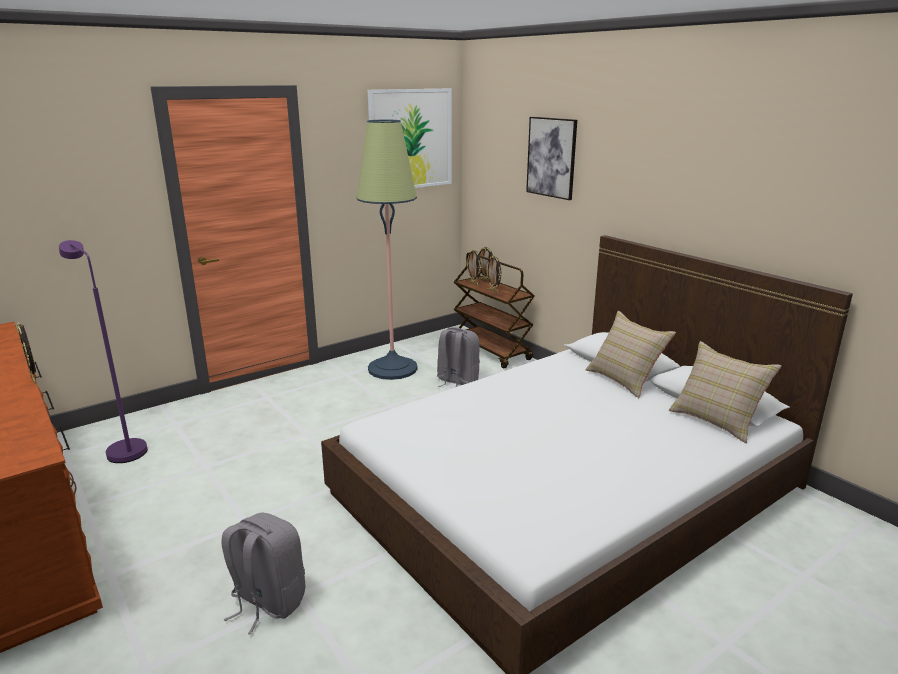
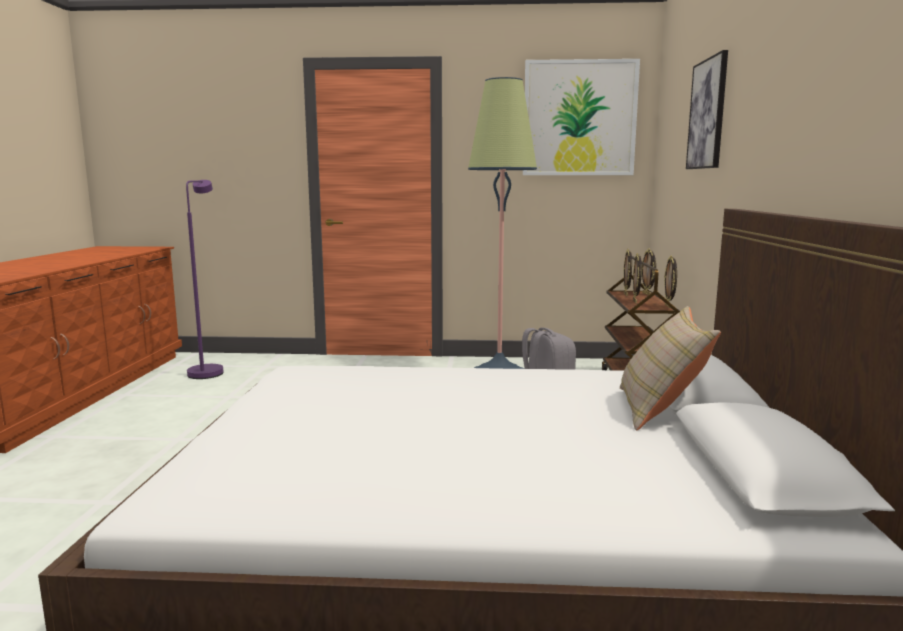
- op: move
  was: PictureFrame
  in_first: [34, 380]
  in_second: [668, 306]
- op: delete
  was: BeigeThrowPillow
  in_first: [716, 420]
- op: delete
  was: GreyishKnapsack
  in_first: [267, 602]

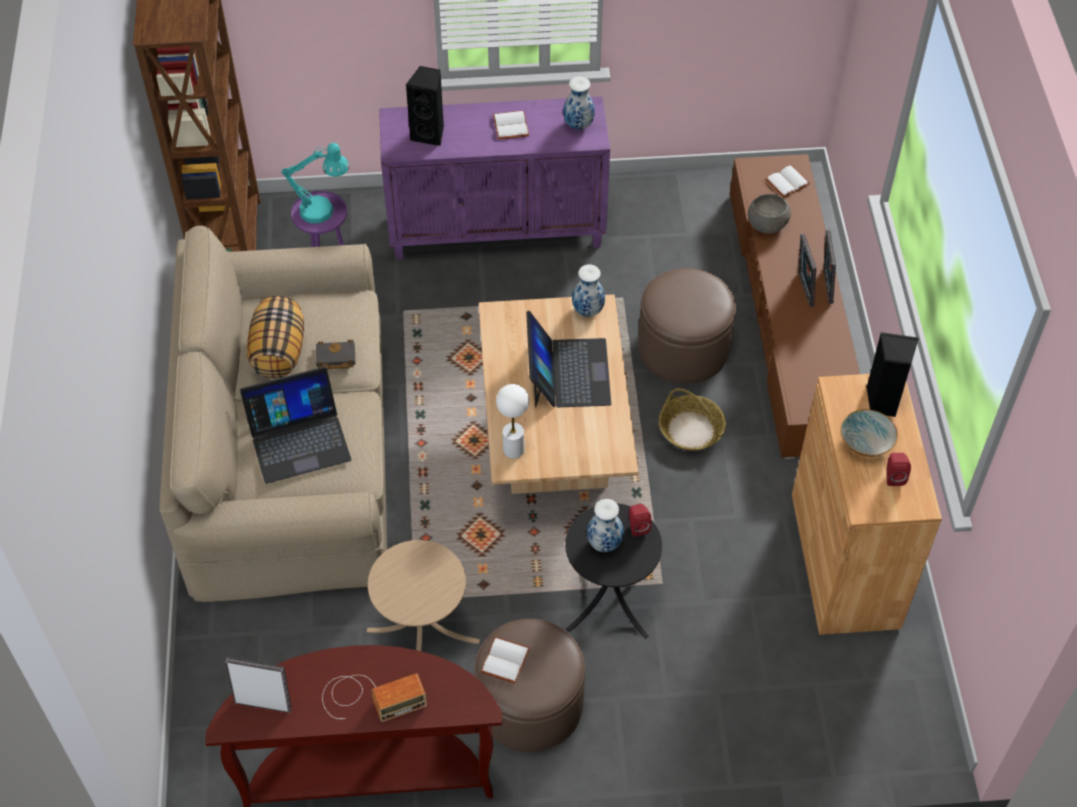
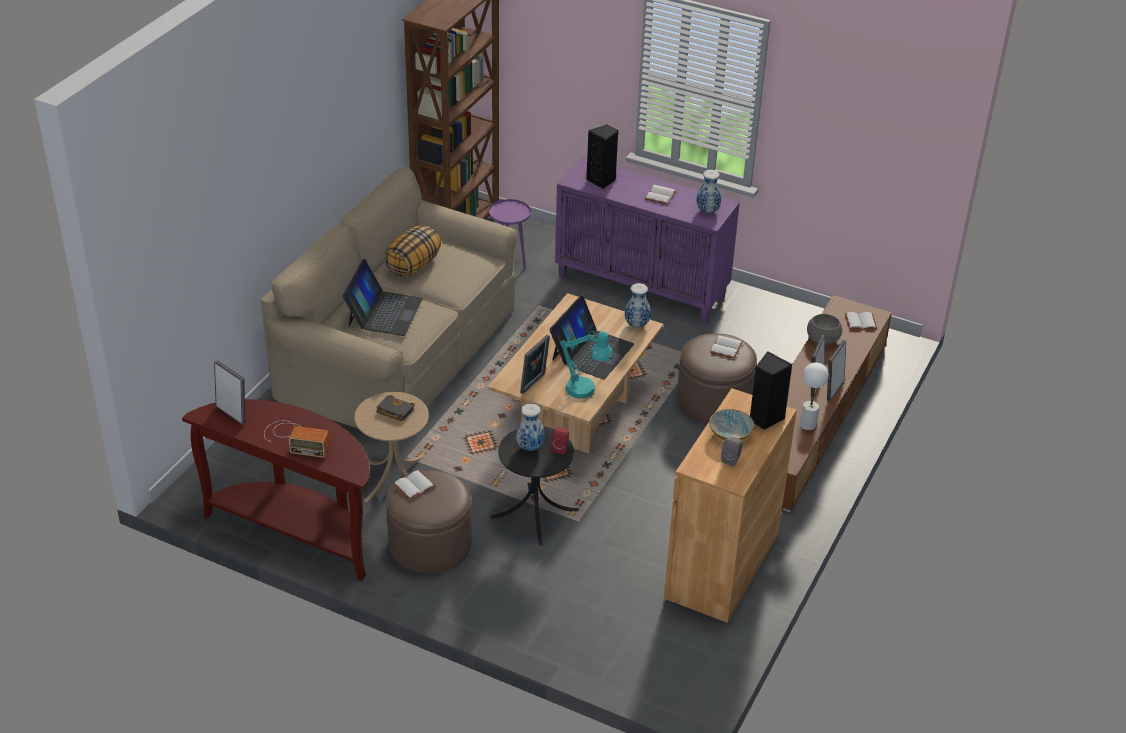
- op: move
  was: TurquoiseColouredTabletopLamp
  in_first: [324, 211]
  in_second: [586, 391]
- op: move
  was: BlackBook
  in_first: [334, 358]
  in_second: [394, 411]
- op: rotate
  was: PortableComputer
  in_first: [298, 439]
  in_second: [384, 312]
  clockwise: -90
- op: move
  was: WhiteColouredTabletopLamp
  in_first: [513, 450]
  in_second: [807, 425]
- op: delete
  was: Basket
  in_first: [691, 430]
- op: recolor
  was: RedColouredAudioSpeaker
  now: GreyishAudioSpeaker
  in_first: [894, 476]
  in_second: [732, 459]
- op: insert
  now: PictureFrame
  in_second: [534, 384]
- op: insert
  now: WhiteColouredBook
  in_second: [727, 348]

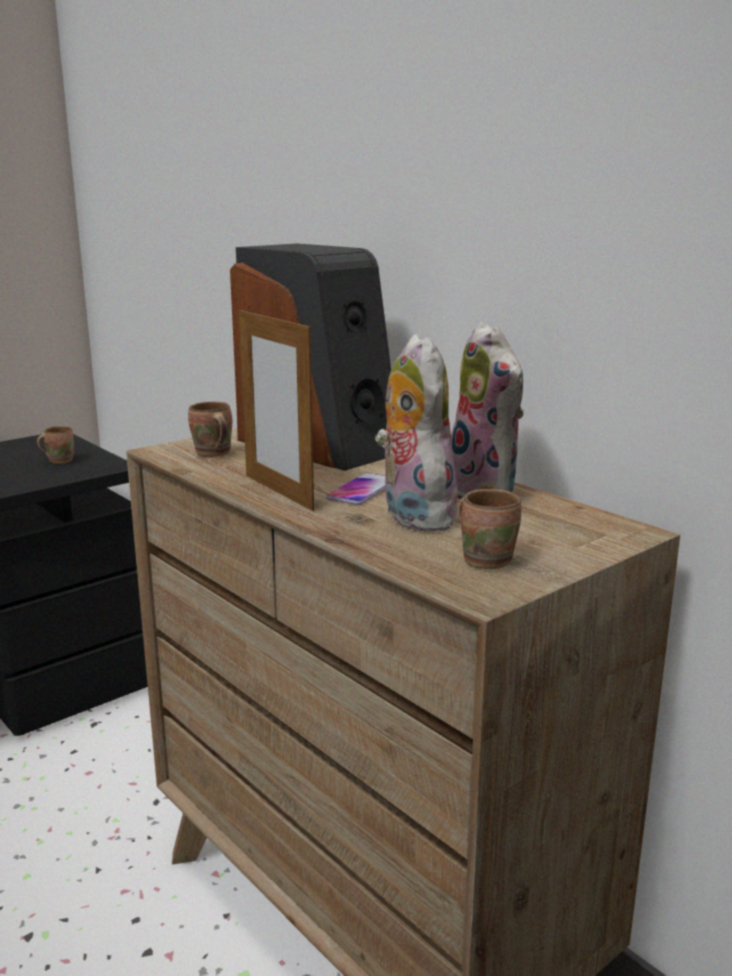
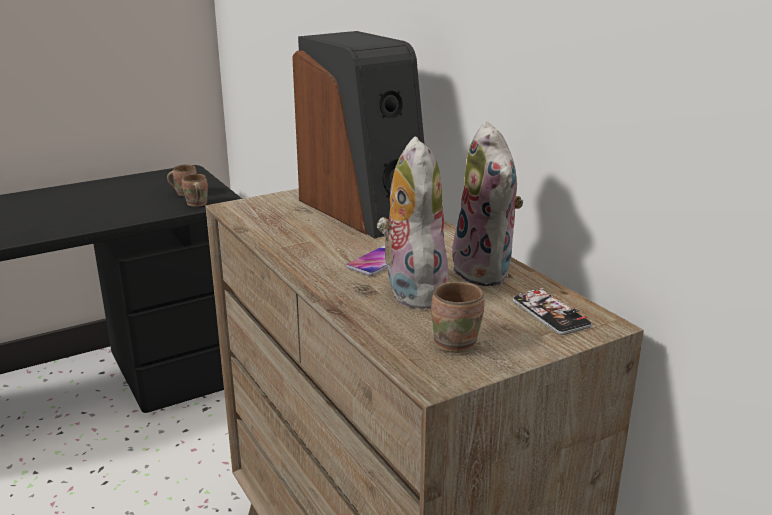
- op: delete
  was: PictureFrame
  in_first: [278, 492]
- op: move
  was: BrownColouredMug
  in_first: [212, 454]
  in_second: [196, 204]
- op: insert
  now: Phone
  in_second: [550, 313]

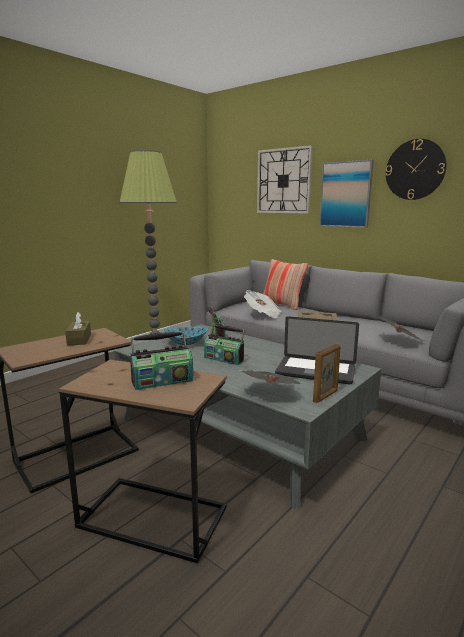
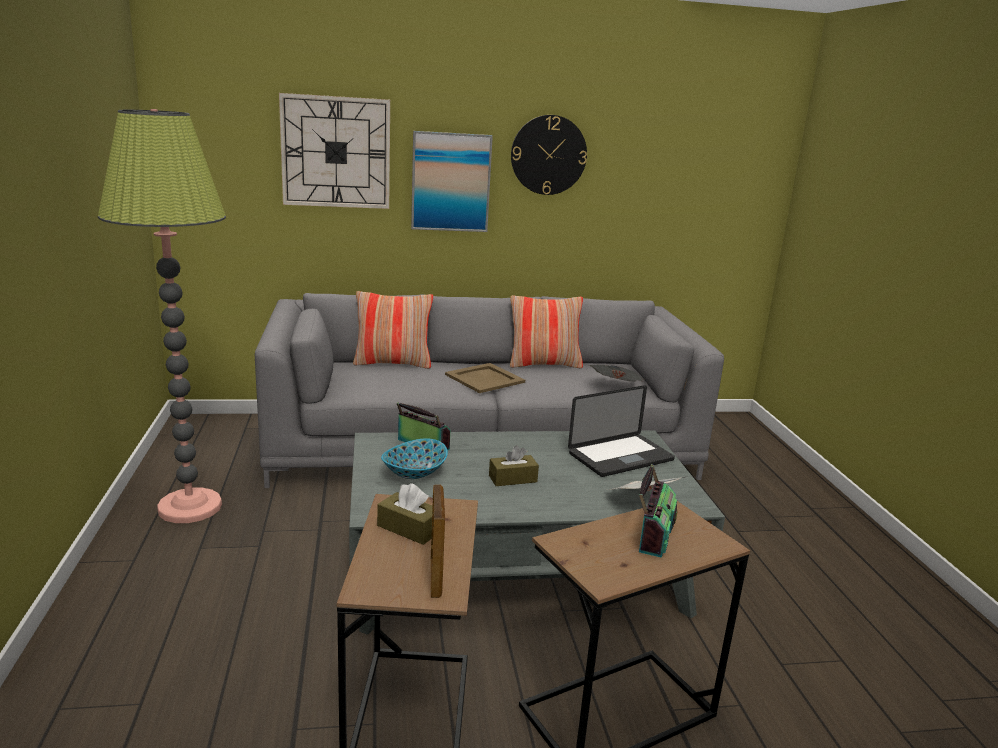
- op: delete
  was: Newspaper
  in_first: [262, 314]
- op: replace
  was: Radio
  now: BrownColouredTissueBox
  in_first: [224, 359]
  in_second: [512, 479]
- op: move
  was: PictureFrame
  in_first: [325, 396]
  in_second: [436, 577]
- op: insert
  now: ThrowPillow
  in_second: [544, 364]

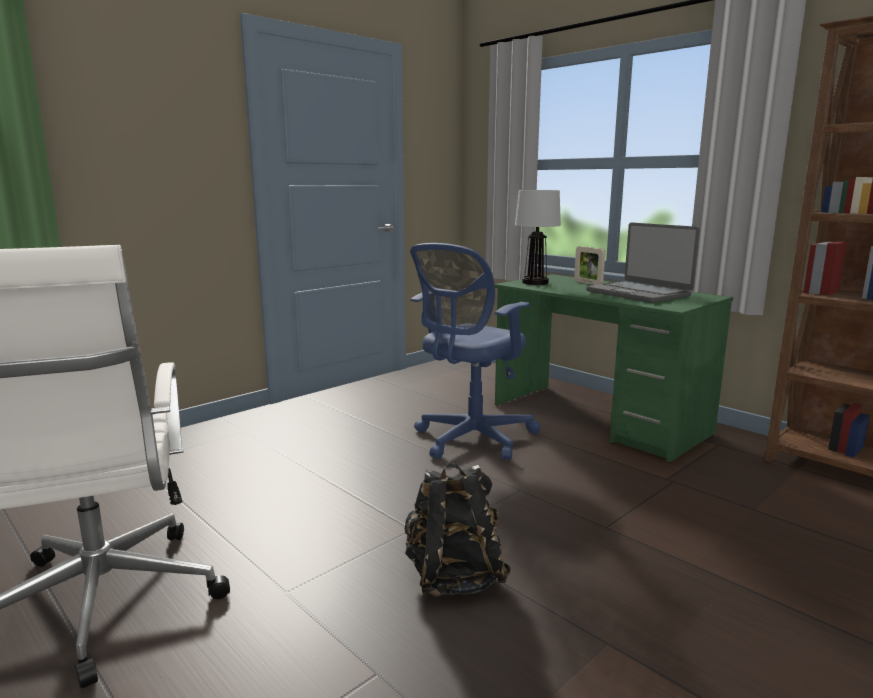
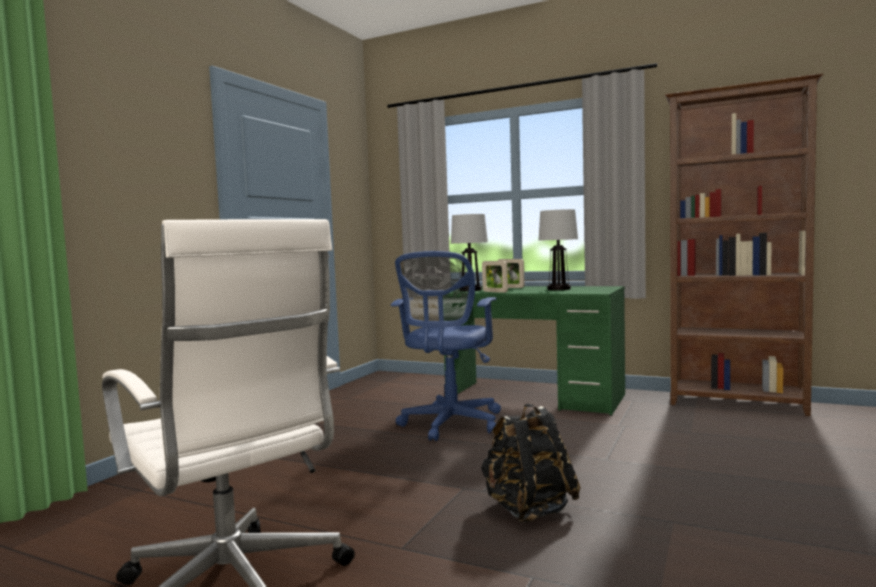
- op: replace
  was: PortableComputer
  now: TabletopLamp
  in_first: [638, 293]
  in_second: [559, 289]
- op: insert
  now: PictureFrame
  in_second: [495, 292]

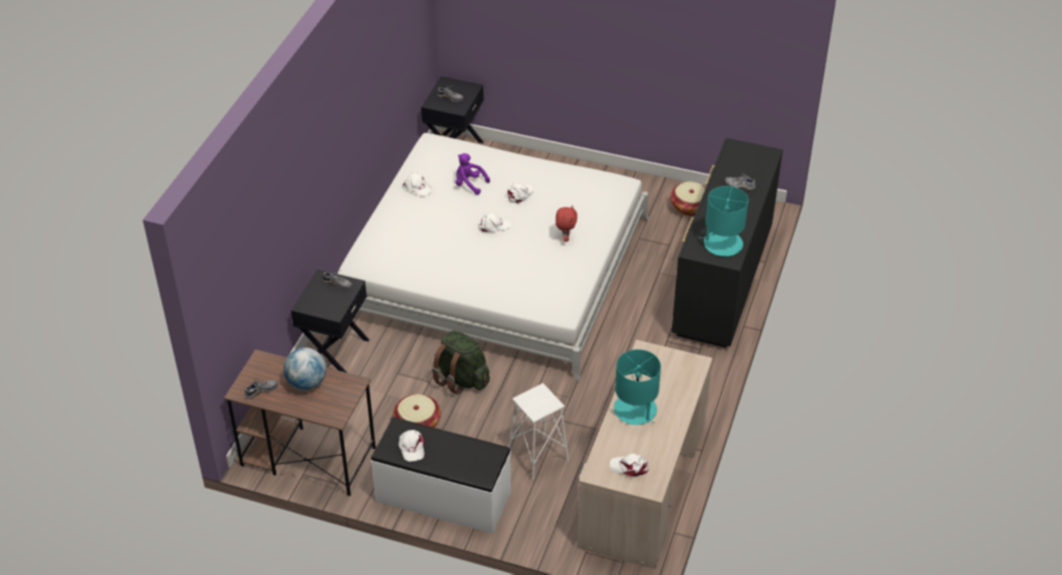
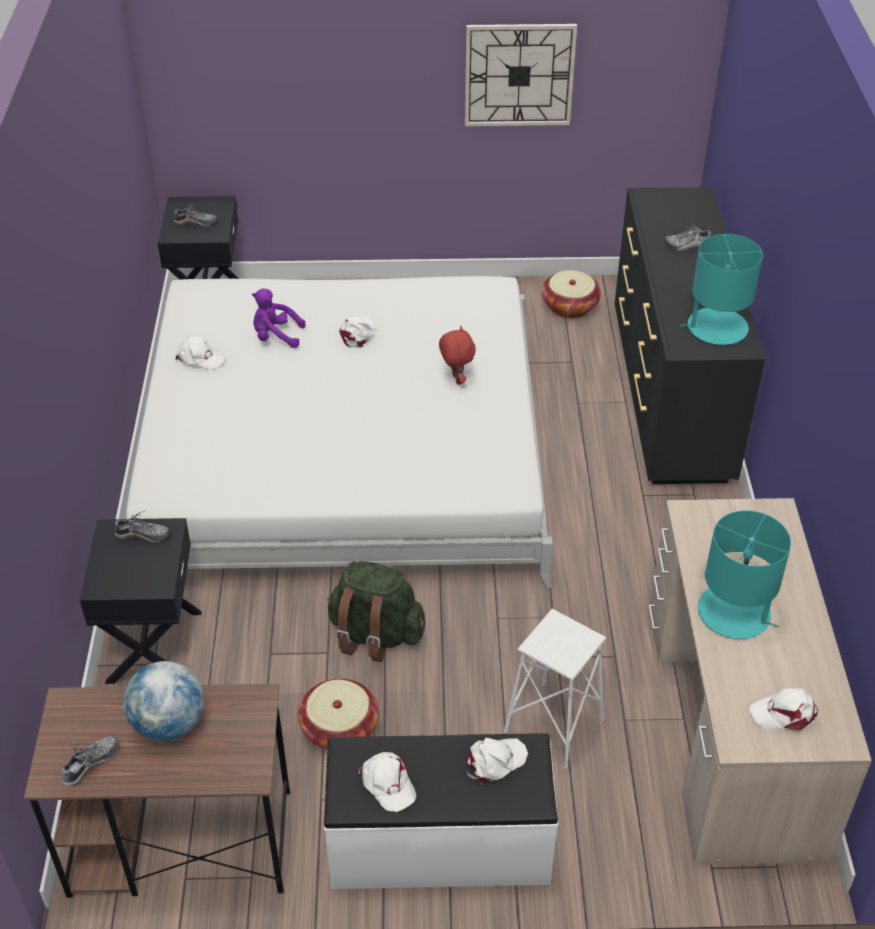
- op: move
  was: WhiteColouredCap
  in_first: [494, 226]
  in_second: [494, 761]
- op: insert
  now: WallClock
  in_second: [519, 75]

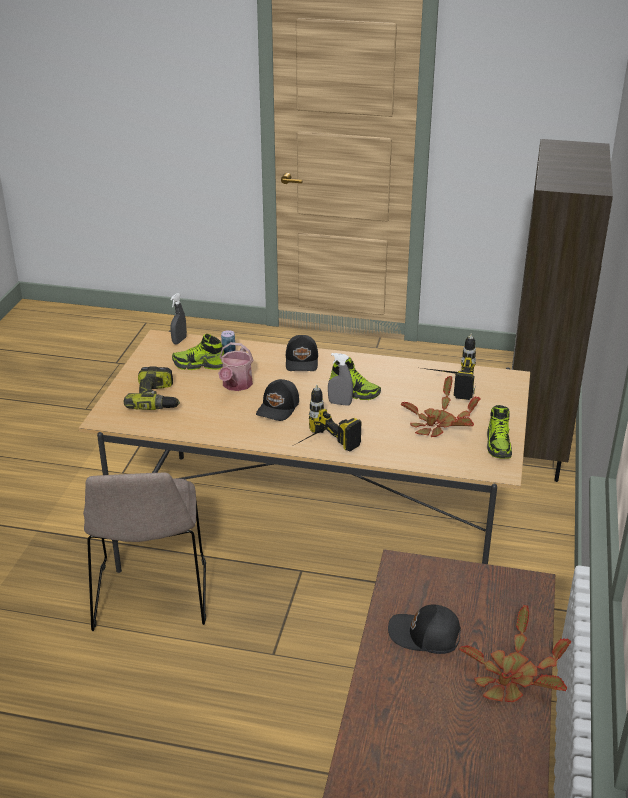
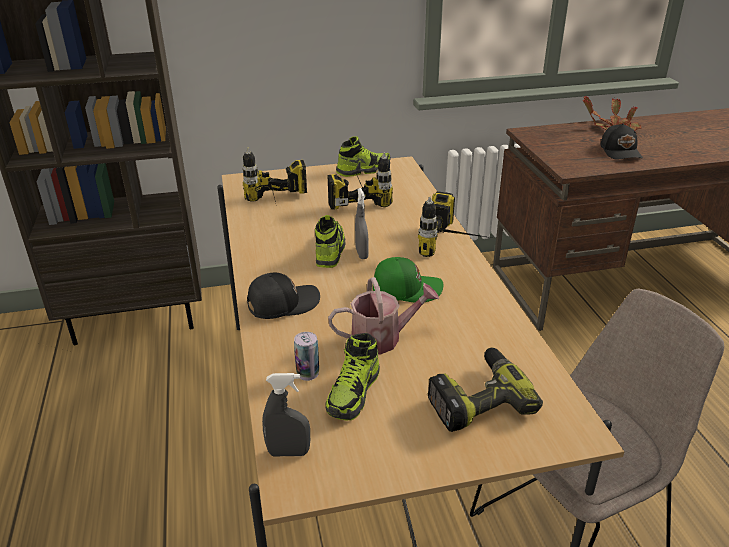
- op: rotate
  was: ItemOfFootwear
  in_first: [200, 365]
  in_second: [354, 393]
  clockwise: 45
- op: replace
  was: PottedPlant
  now: Drill
  in_first: [437, 425]
  in_second: [357, 197]
- op: recolor
  was: BlackCap
  now: GreenCap
  in_first: [279, 408]
  in_second: [406, 289]

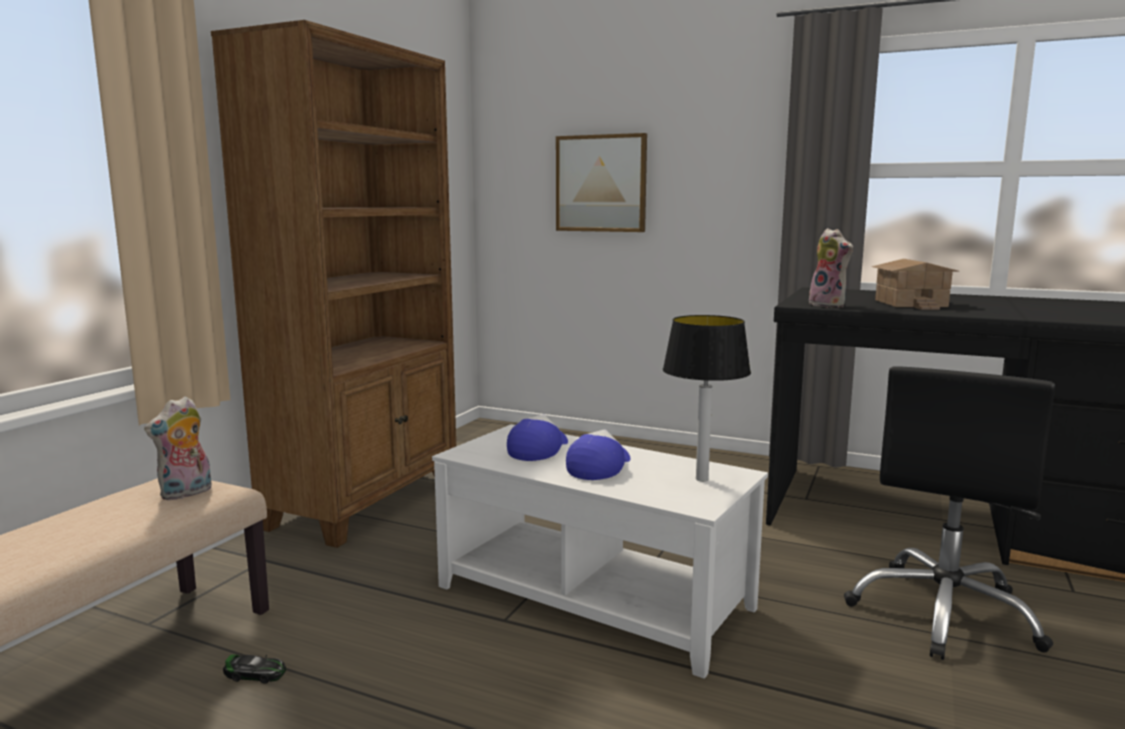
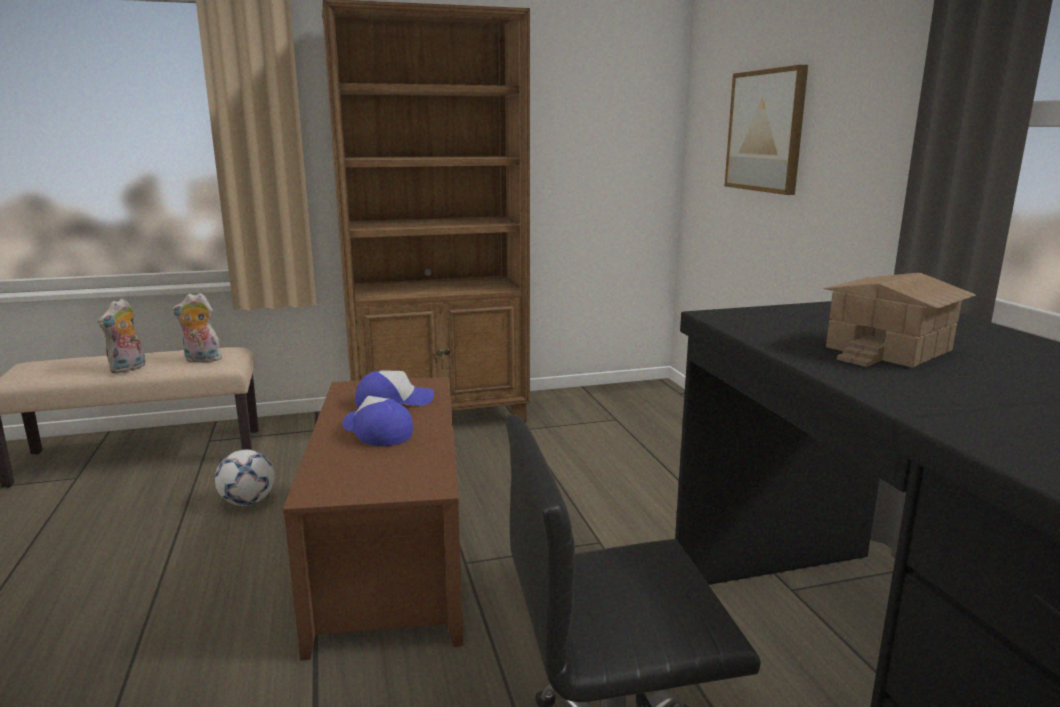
- op: move
  was: CuddlyToy
  in_first: [829, 305]
  in_second: [128, 369]
- op: delete
  was: TabletopLamp
  in_first: [701, 478]
- op: recolor
  was: WhiteColouredLoungeTable
  now: BrownColouredLoungeTable
  in_first: [592, 597]
  in_second: [391, 556]
- op: rotate
  was: Cap
  in_first: [599, 466]
  in_second: [376, 432]
  clockwise: -120
- op: delete
  was: MiniatureCar
  in_first: [255, 674]
- op: insert
  now: BallForFootball
  in_second: [248, 502]

